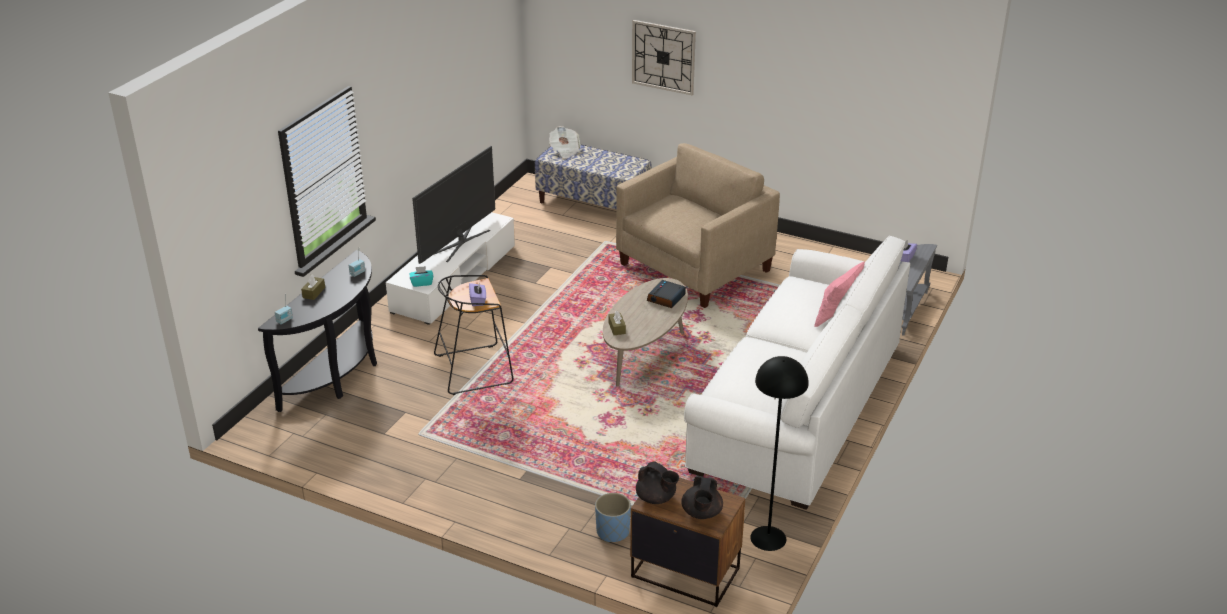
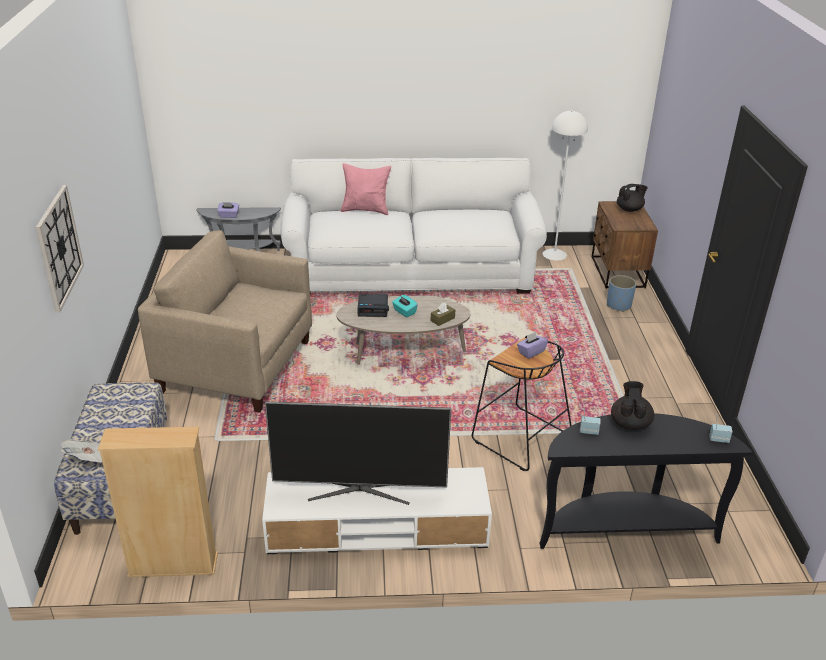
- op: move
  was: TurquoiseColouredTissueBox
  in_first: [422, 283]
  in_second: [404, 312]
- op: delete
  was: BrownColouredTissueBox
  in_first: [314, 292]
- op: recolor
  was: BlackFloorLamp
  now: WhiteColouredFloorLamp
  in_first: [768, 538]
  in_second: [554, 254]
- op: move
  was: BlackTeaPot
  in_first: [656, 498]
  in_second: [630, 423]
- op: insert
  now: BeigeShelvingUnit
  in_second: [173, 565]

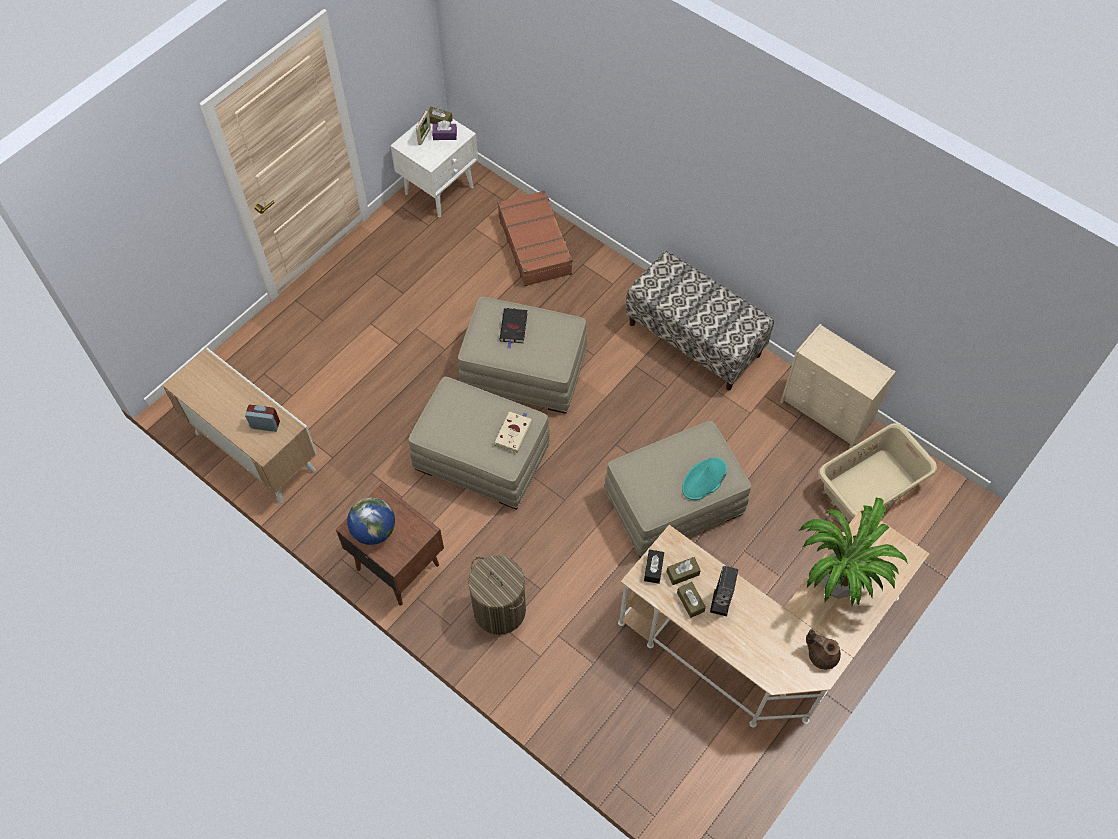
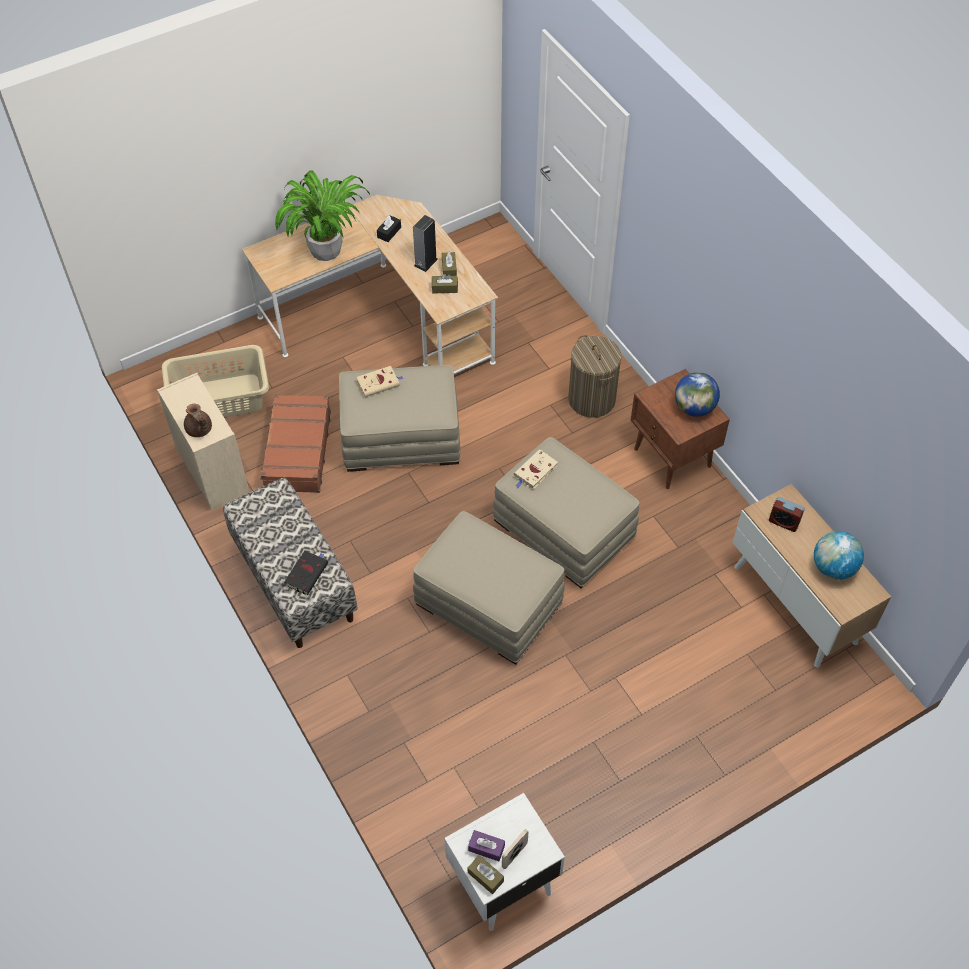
- op: move
  was: BrownColouredPieceOfLuggage
  in_first: [535, 245]
  in_second: [297, 451]
- op: move
  was: BlackBook
  in_first: [513, 328]
  in_second: [307, 573]
- op: replace
  was: TurquoiseColouredHat
  now: BeigeBook
  in_first: [704, 479]
  in_second: [379, 383]
- op: move
  was: BlackTissueBox
  in_first: [653, 569]
  in_second: [389, 232]
- op: move
  was: BrownColouredTeaPot
  in_first: [821, 655]
  in_second: [199, 430]
- op: insert
  now: WorldGlobe
  in_second: [833, 567]

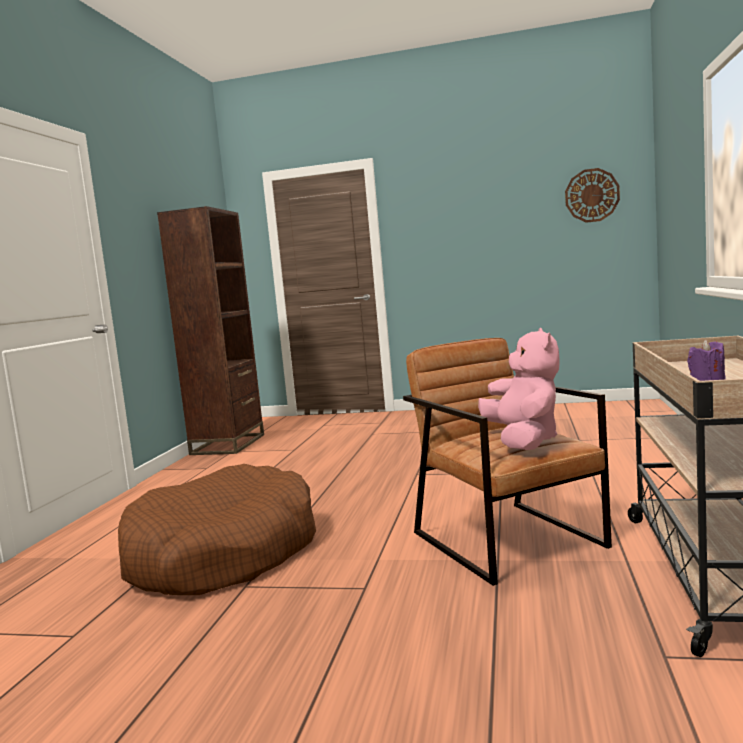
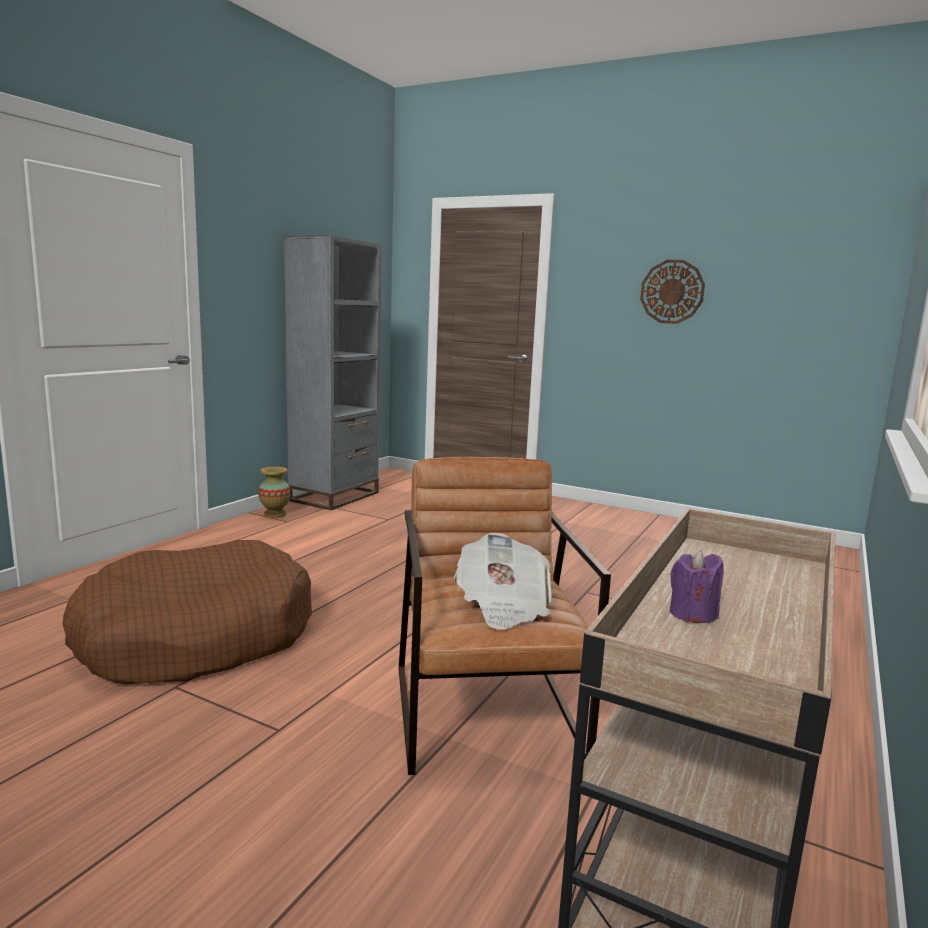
- op: move
  was: WallClock
  in_first: [592, 195]
  in_second: [672, 292]
- op: recolor
  was: BrownColouredShelvingUnit
  now: GreyishShelvingUnit
  in_first: [228, 444]
  in_second: [334, 496]
- op: replace
  was: PinkCuddlyToy
  now: Newspaper
  in_first: [523, 441]
  in_second: [502, 606]
- op: insert
  now: FlowerVase
  in_second: [275, 515]

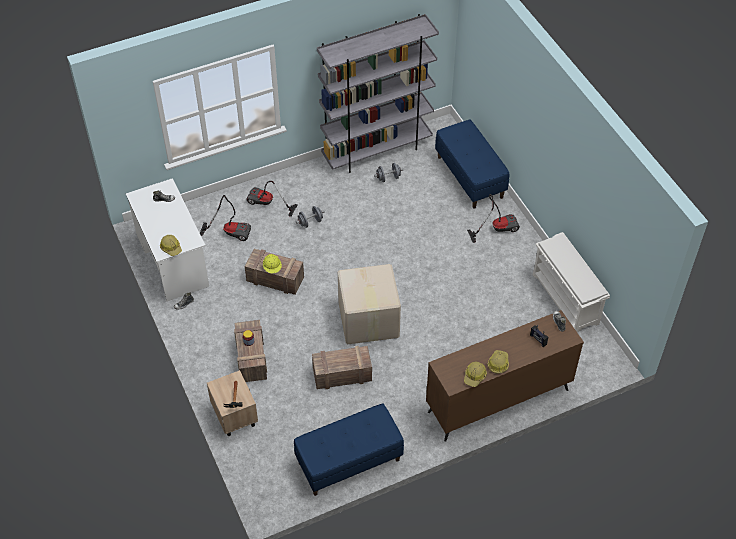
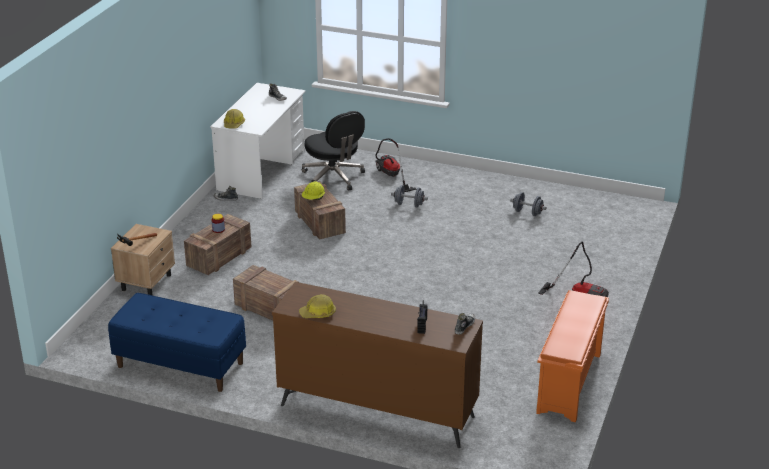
- op: delete
  was: GreyishShelvingUnit
  in_first: [377, 151]
- op: delete
  was: BluishLongSeat
  in_first: [470, 177]
- op: replace
  was: Vacuum
  now: BlackComputerChair
  in_first: [230, 231]
  in_second: [334, 177]
- op: recolor
  was: WhiteColouredShoeShelf
  now: OrangeShoeShelf
  in_first: [566, 299]
  in_second: [569, 384]
- op: delete
  was: CardboardBox
  in_first: [368, 321]
- op: delete
  was: HardHat
  in_first: [498, 363]

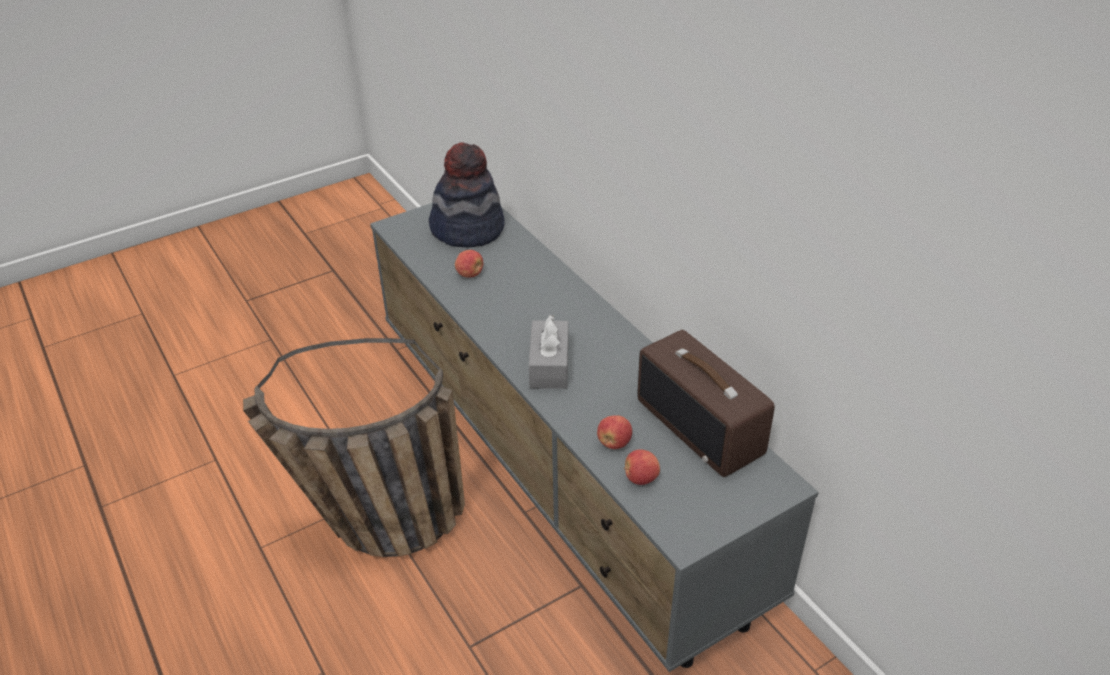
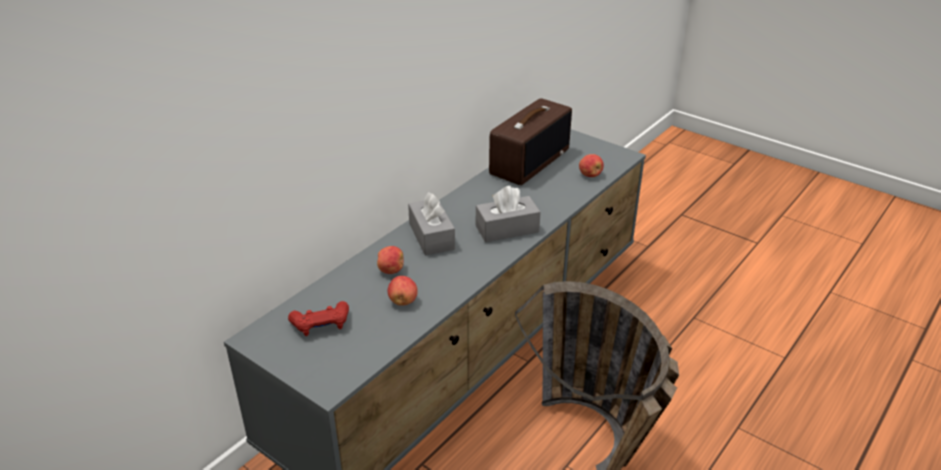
- op: replace
  was: Hat
  now: RedColouredJoypad
  in_first: [467, 229]
  in_second: [321, 325]
- op: move
  was: Apple
  in_first: [614, 443]
  in_second: [391, 270]
- op: insert
  now: GreyishTissueBox
  in_second: [431, 236]

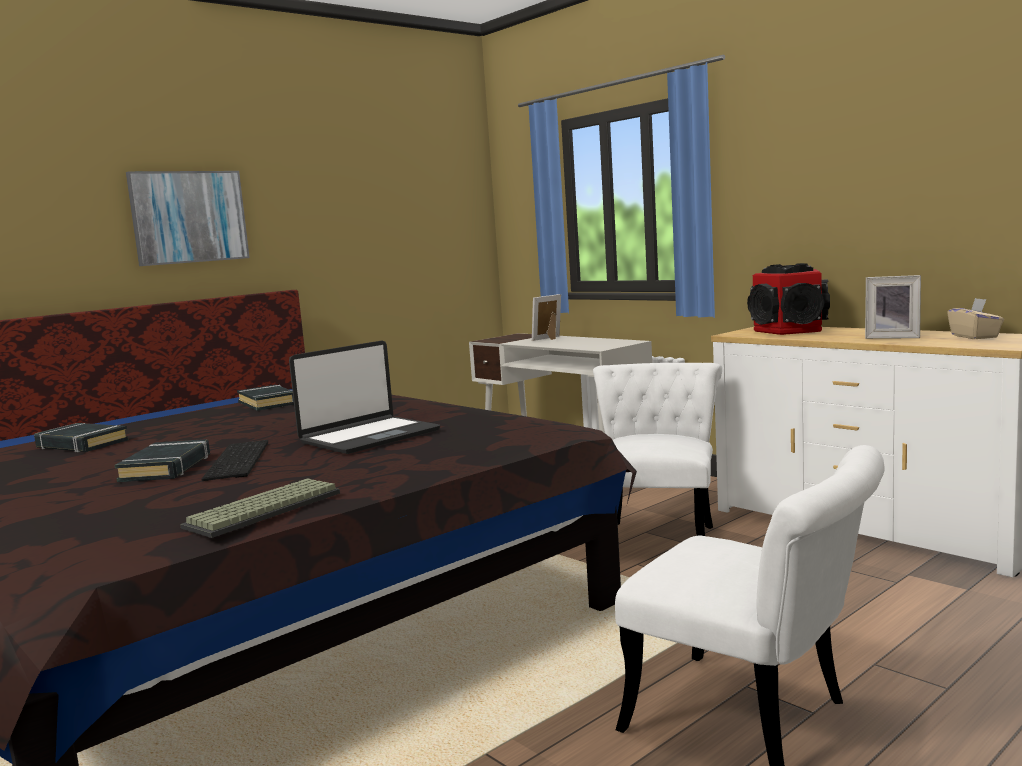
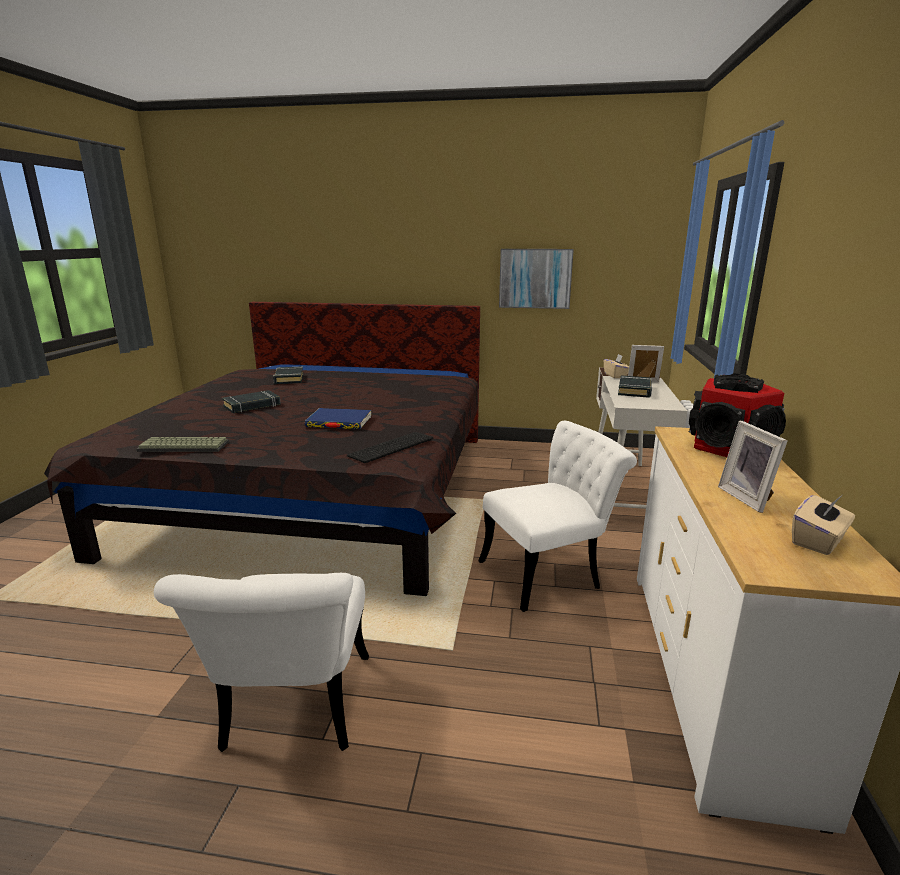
- op: move
  was: Picture
  in_first: [189, 217]
  in_second: [535, 278]
- op: replace
  was: PortableComputer
  now: BluishBook
  in_first: [369, 437]
  in_second: [339, 422]
- op: move
  was: BlackBook
  in_first: [268, 403]
  in_second: [634, 390]
- op: move
  was: ComputerKeyboard
  in_first: [240, 460]
  in_second: [392, 447]
- op: insert
  now: BeigeTissueBox
  in_second: [615, 375]

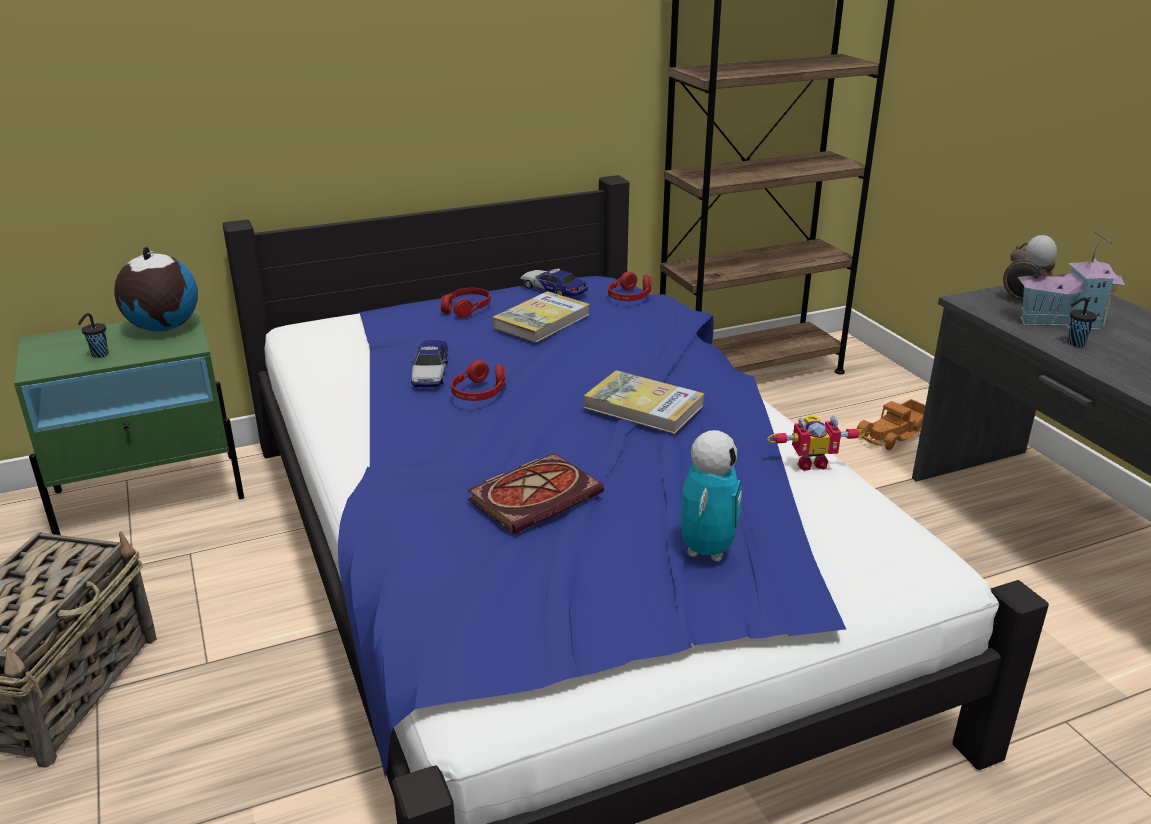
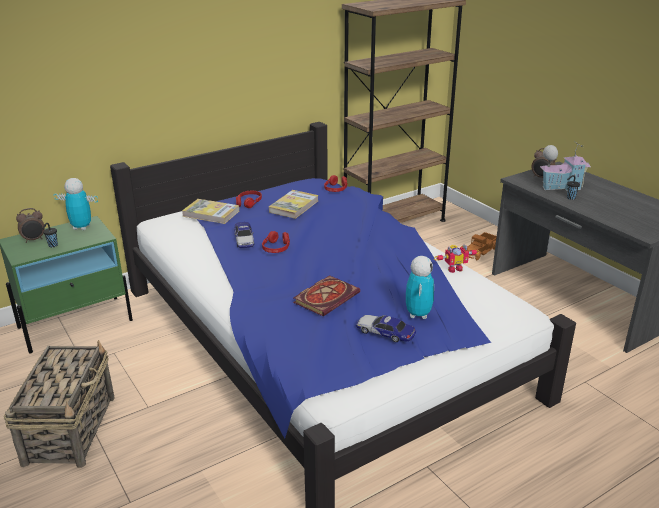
- op: replace
  was: WorldGlobe
  now: RobotFigure
  in_first: [163, 328]
  in_second: [81, 227]
- op: move
  was: MiniatureCar
  in_first: [553, 290]
  in_second: [385, 333]
- op: move
  was: Book
  in_first: [643, 406]
  in_second: [211, 213]
- op: insert
  now: BedsideClock
  in_second: [34, 240]

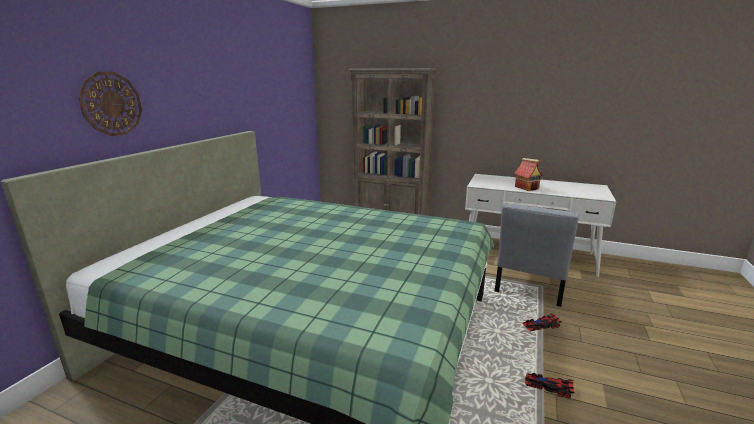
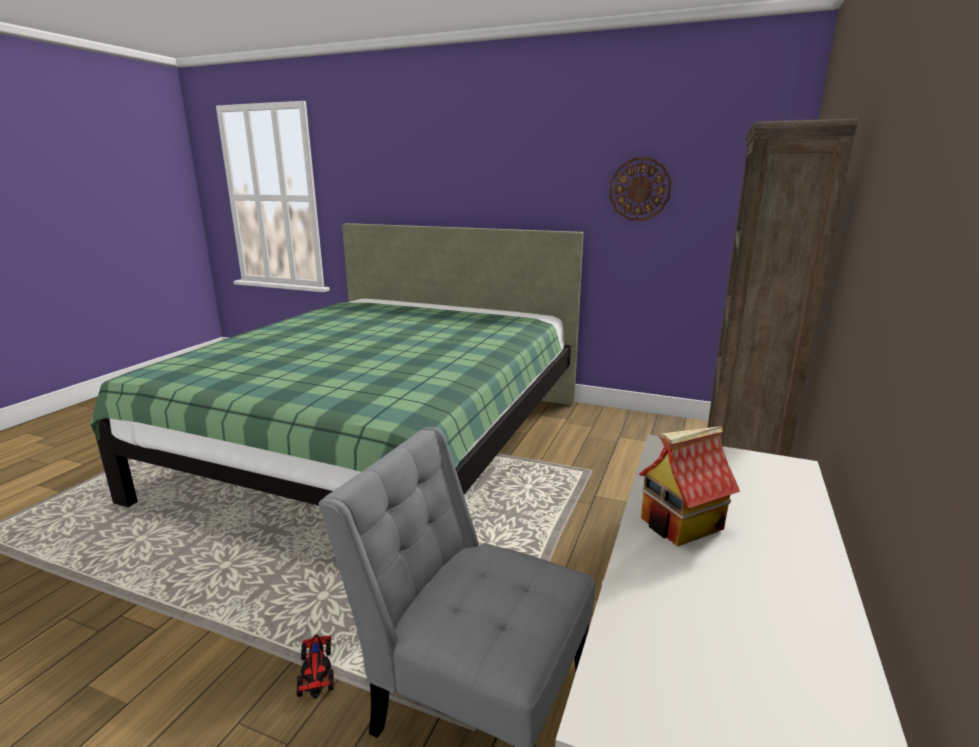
- op: move
  was: WallClock
  in_first: [111, 104]
  in_second: [640, 189]
- op: delete
  was: MiniatureCar
  in_first: [548, 386]

